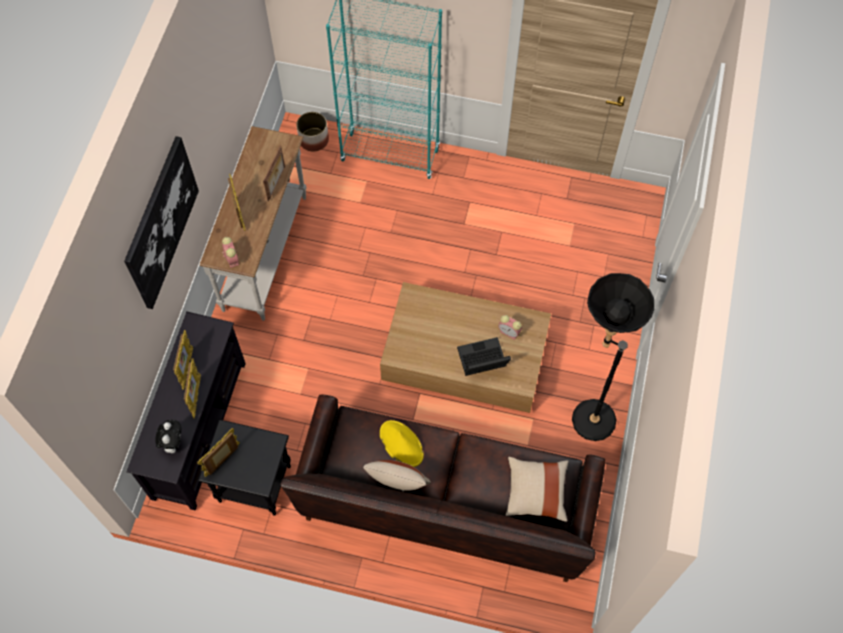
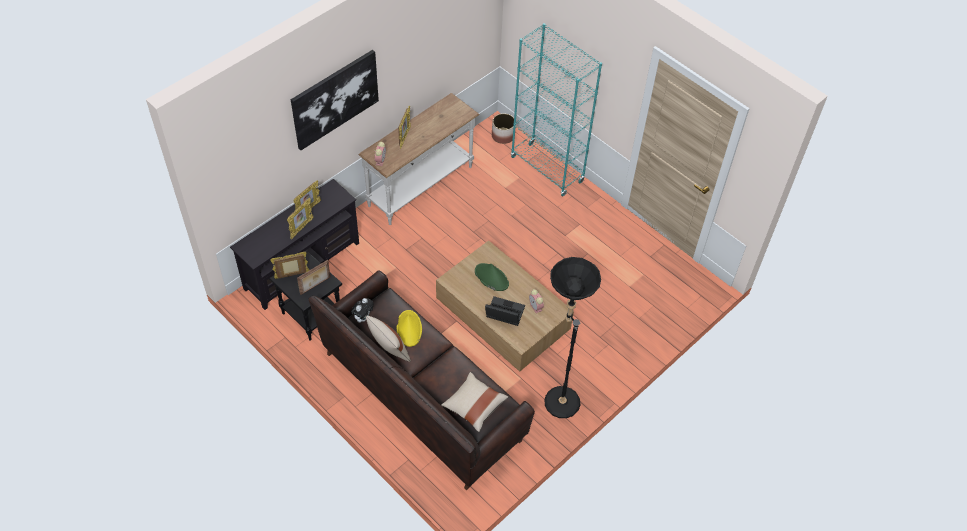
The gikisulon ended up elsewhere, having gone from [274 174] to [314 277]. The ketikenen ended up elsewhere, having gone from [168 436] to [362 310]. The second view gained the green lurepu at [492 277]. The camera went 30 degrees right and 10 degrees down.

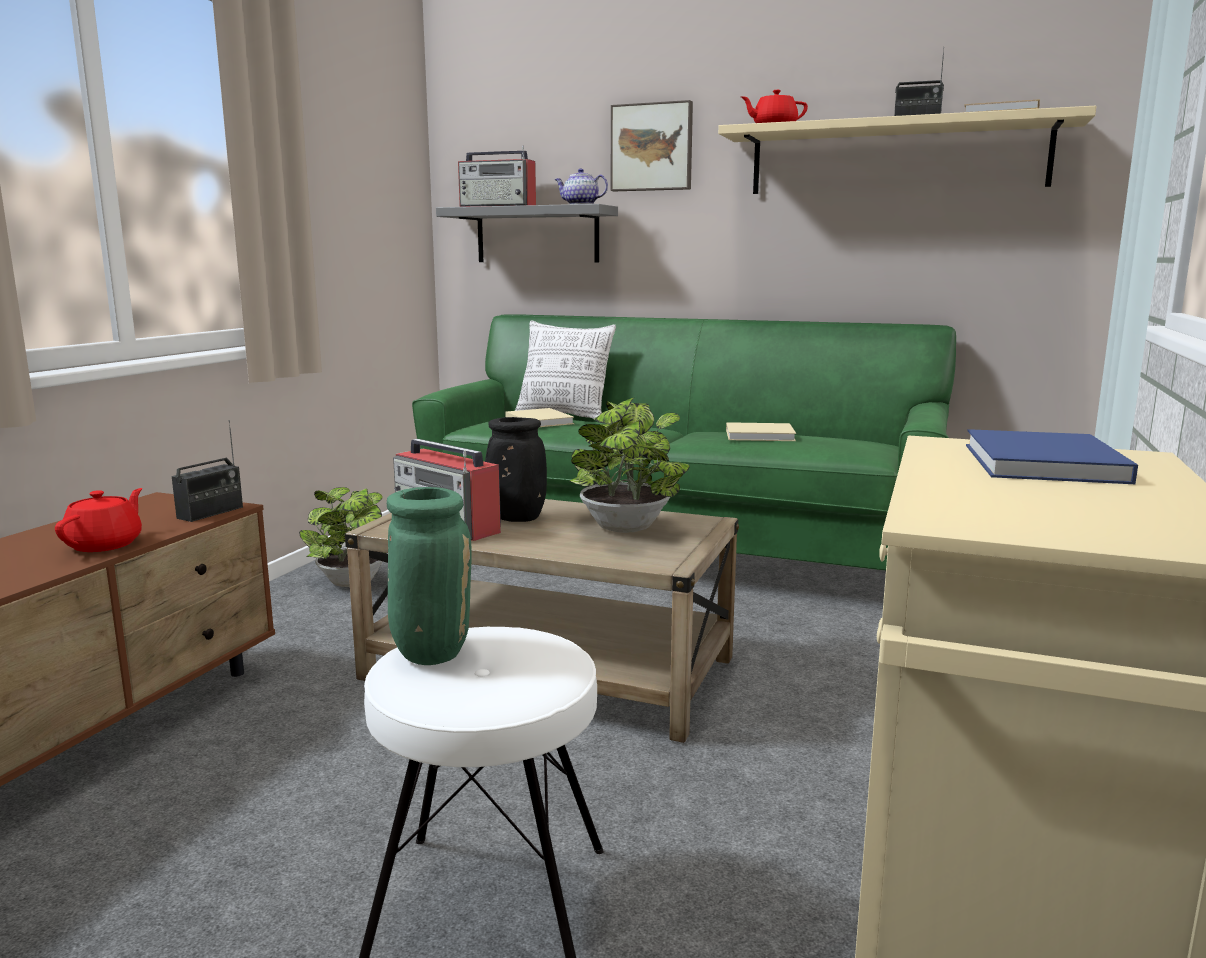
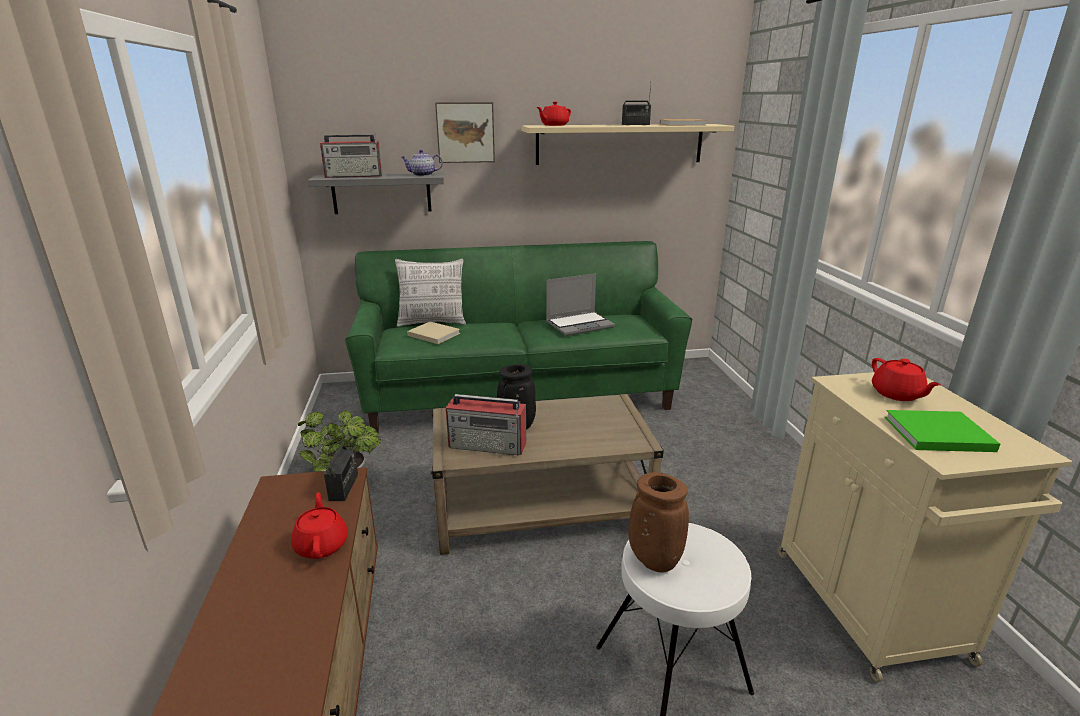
The second view lost the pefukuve at [629 465]. Where the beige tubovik stood at [761 431], the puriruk came to stand at [580 304]. Where the blue tubovik stood at [1052 456], the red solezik came to stand at [906 379]. What was the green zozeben at [429 576] turned into the brown zozeben at [658 522]. The second view gained the green tubovik at [942 431]. The camera went 30 degrees left and 10 degrees up.

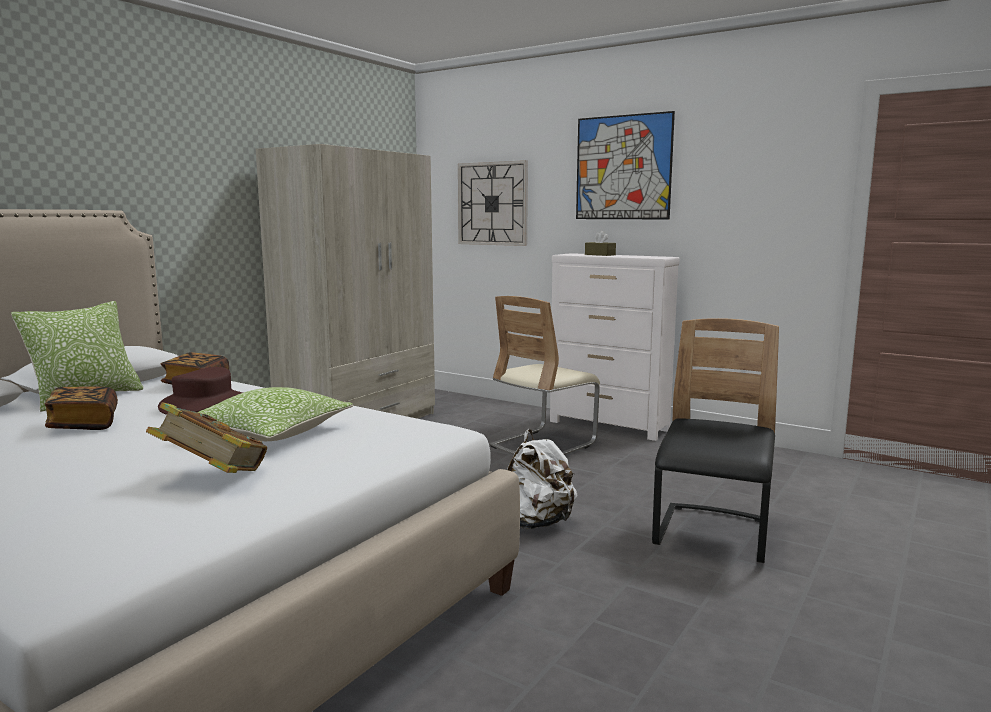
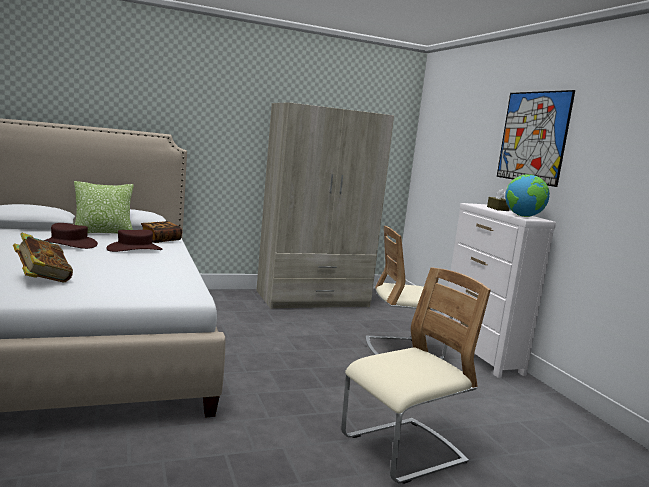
The second view lost the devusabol at [493 203]. What was the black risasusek at [715 440] turned into the beige risasusek at [416 376]. Where the tubovik stood at [81 408], the brown lurepu came to stand at [70 236]. The second view lost the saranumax at [275 414]. The second view lost the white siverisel at [542 479]. The second view gained the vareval at [527 195]. The camera went 35 degrees right and 0 degrees up.

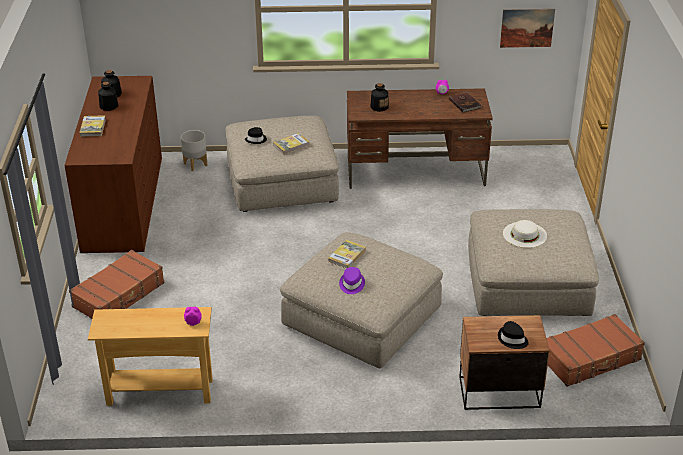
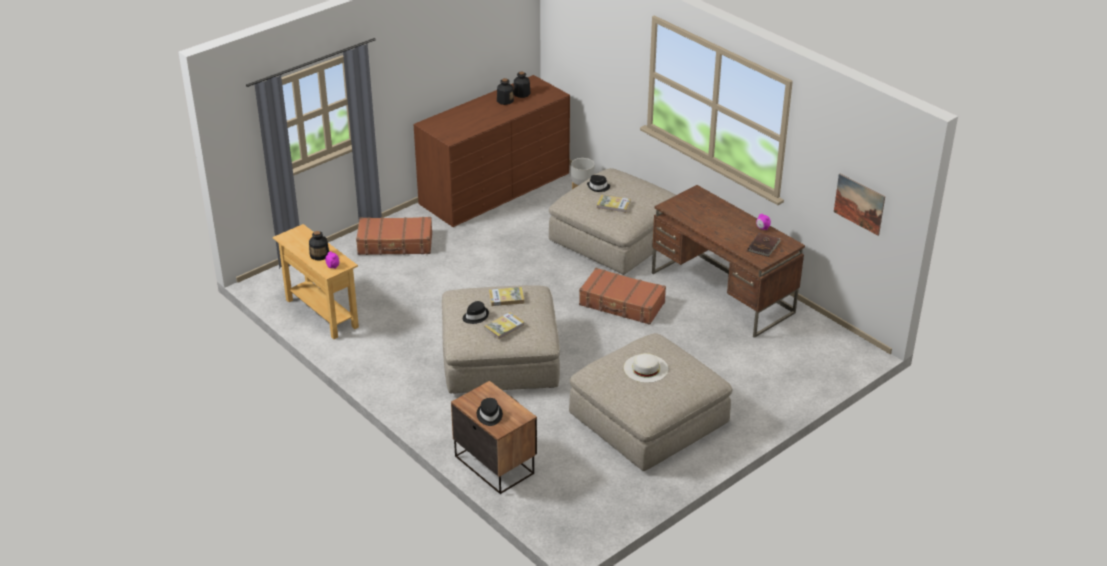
The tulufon ended up elsewhere, having gone from [379 97] to [319 245]. The tubovik ended up elsewhere, having gone from [92 126] to [504 326]. What was the purple lurepu at [352 280] turned into the black lurepu at [476 312]. The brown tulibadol ended up elsewhere, having gone from [596 350] to [622 296]. The camera went 50 degrees right and 0 degrees up.

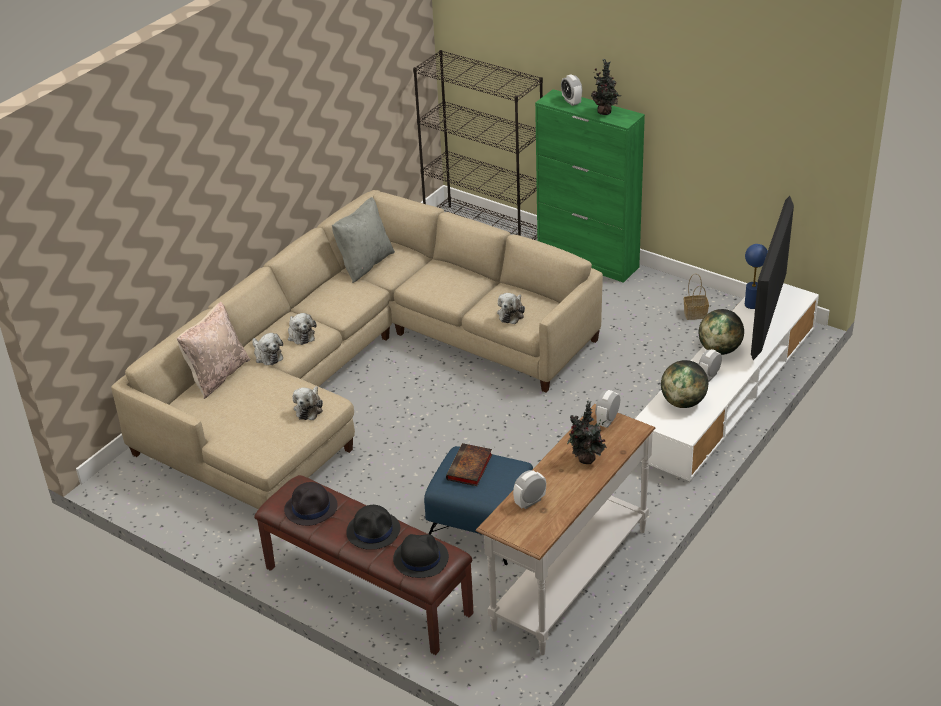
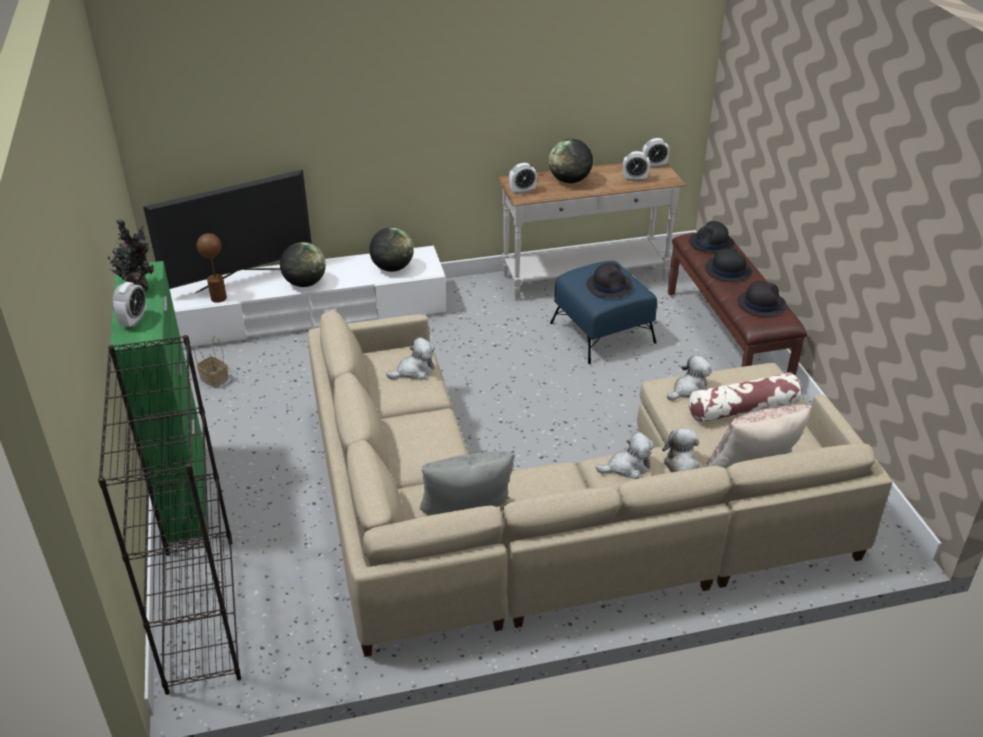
What was the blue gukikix at [756 276] turned into the brown gukikix at [211 268]. The ketikenen at [302 329] ended up facing another way, 60 degrees clockwise from before. The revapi ended up elsewhere, having gone from [710 365] to [656 153]. Where the pefukuve stood at [587 432], the vareval came to stand at [570 161]. Where the tubovik stood at [469 464], the black lurepu came to stand at [609 280]. The second view gained the saranumax at [745 397]. The camera went 140 degrees left and 0 degrees up.

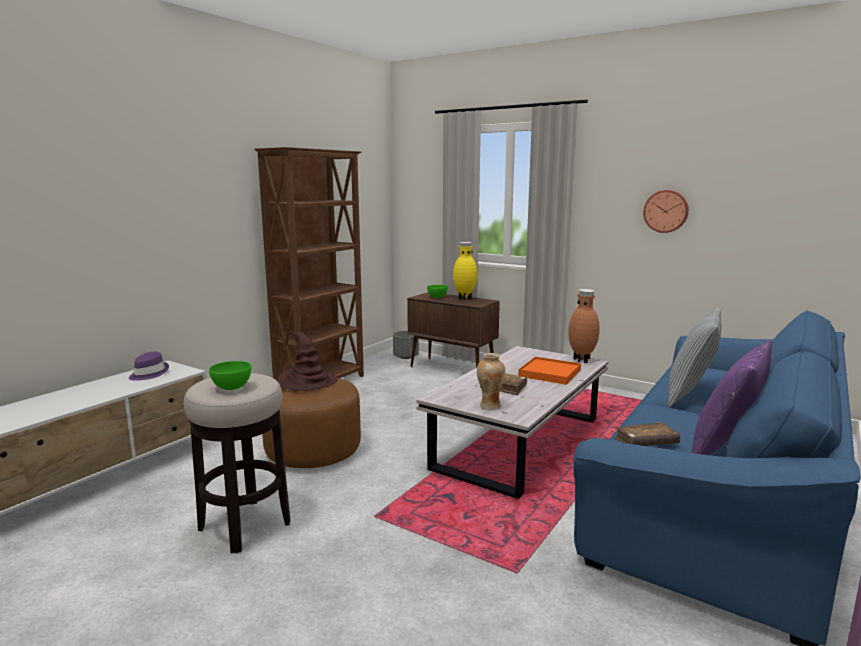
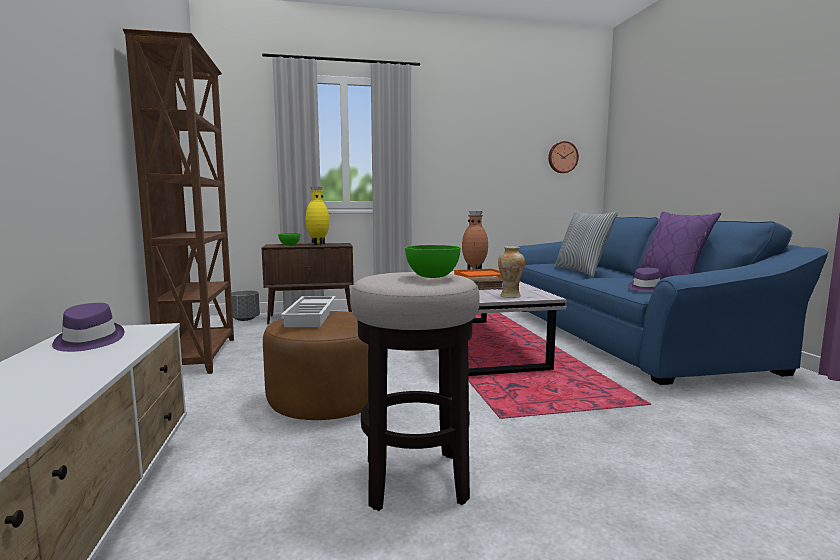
The devusabol ended up elsewhere, having gone from [666 211] to [563 157]. Where the brown lurepu stood at [307 361], the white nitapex came to stand at [308 311]. Where the brown tubovik stood at [647 434], the purple lurepu came to stand at [644 280]. The camera went 45 degrees left and 5 degrees down.

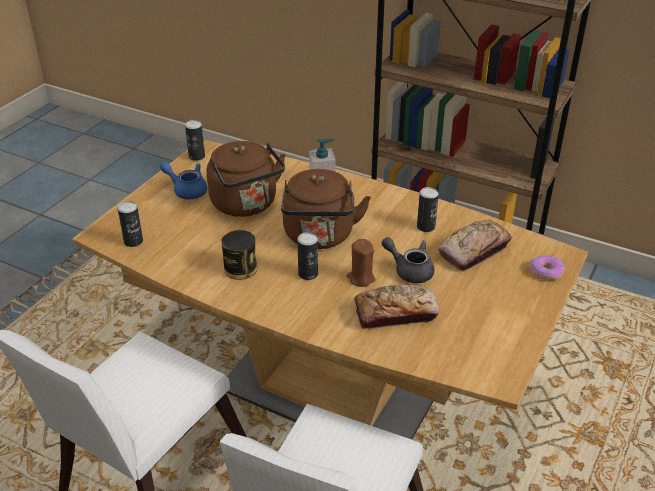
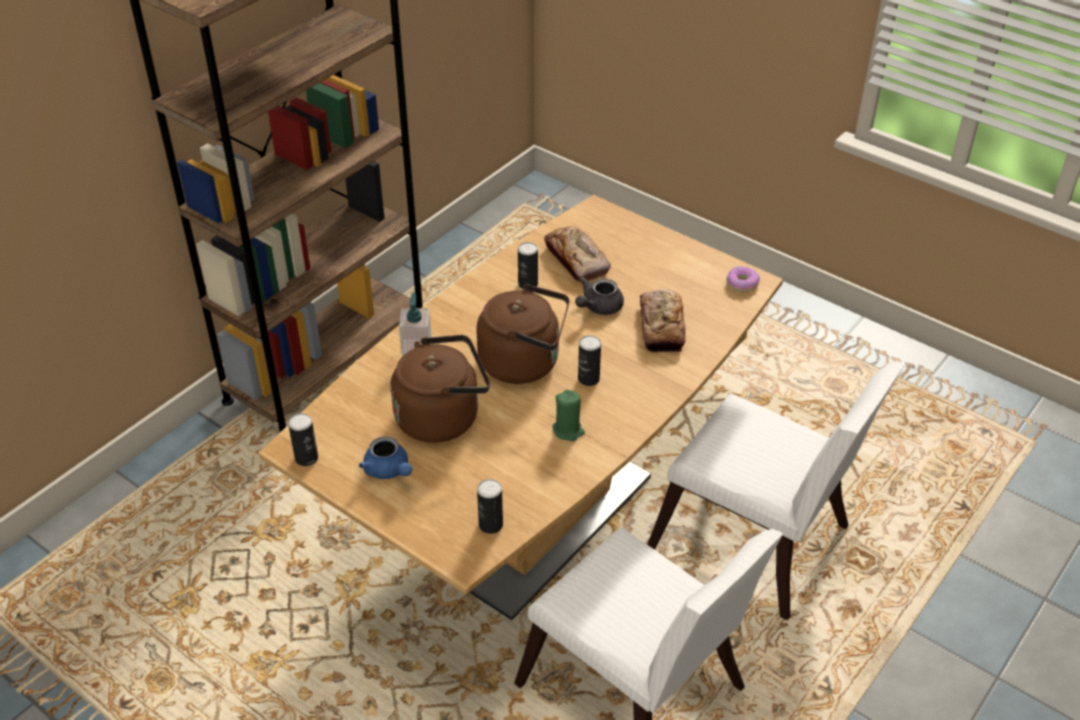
The blue solezik at [183 180] ended up facing another way, 75 degrees counterclockwise from before. Where the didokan stood at [239 255], the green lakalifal came to stand at [568 415]. The second view lost the brown lakalifal at [361 263]. The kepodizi ended up elsewhere, having gone from [547 267] to [743 279]. The camera went 80 degrees left and 5 degrees up.

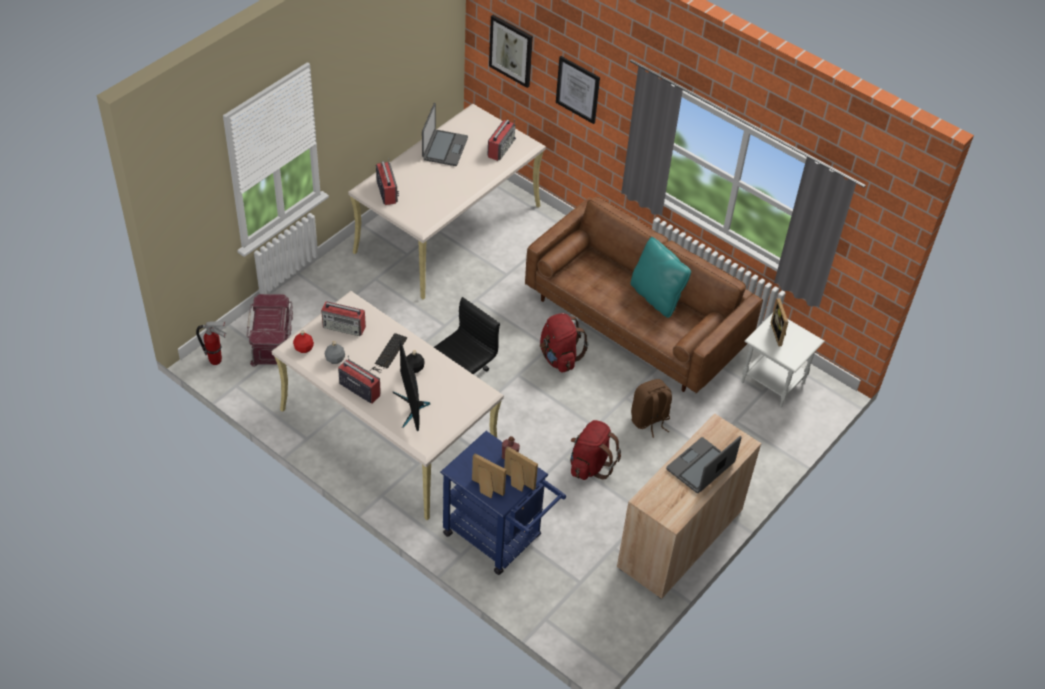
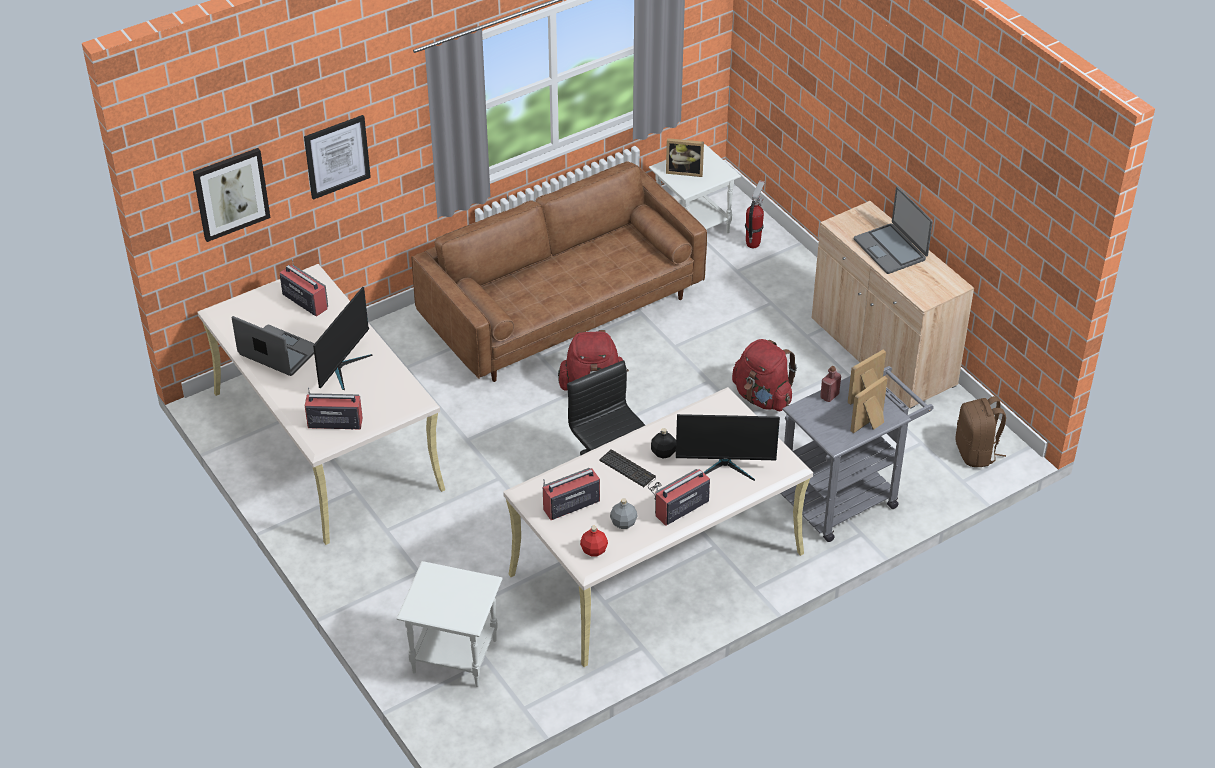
The second view lost the turquoise saranumax at [661 277]. Where the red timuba stood at [269 330], the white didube came to stand at [449 624]. The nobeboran at [343 319] ended up facing another way, 150 degrees counterclockwise from before. The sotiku ended up elsewhere, having gone from [211 343] to [755 214]. The brown siverisel ended up elsewhere, having gone from [651 408] to [980 431]. What was the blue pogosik at [503 503] turned into the grey pogosik at [857 454]. The second view gained the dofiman at [343 338]. The camera went 70 degrees left and 5 degrees down.

